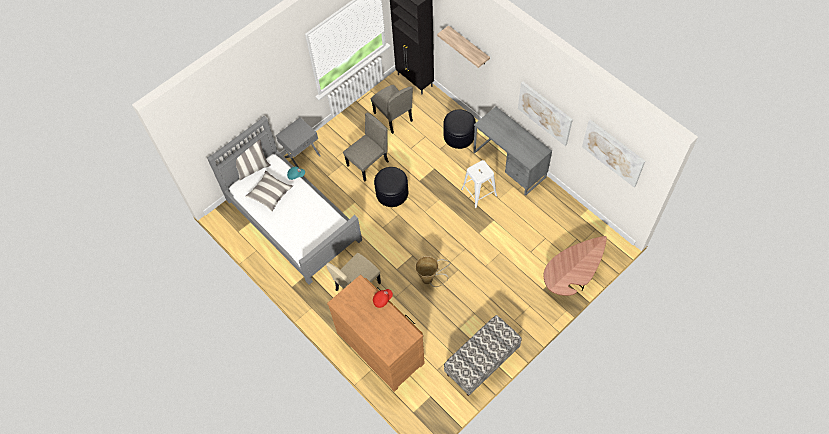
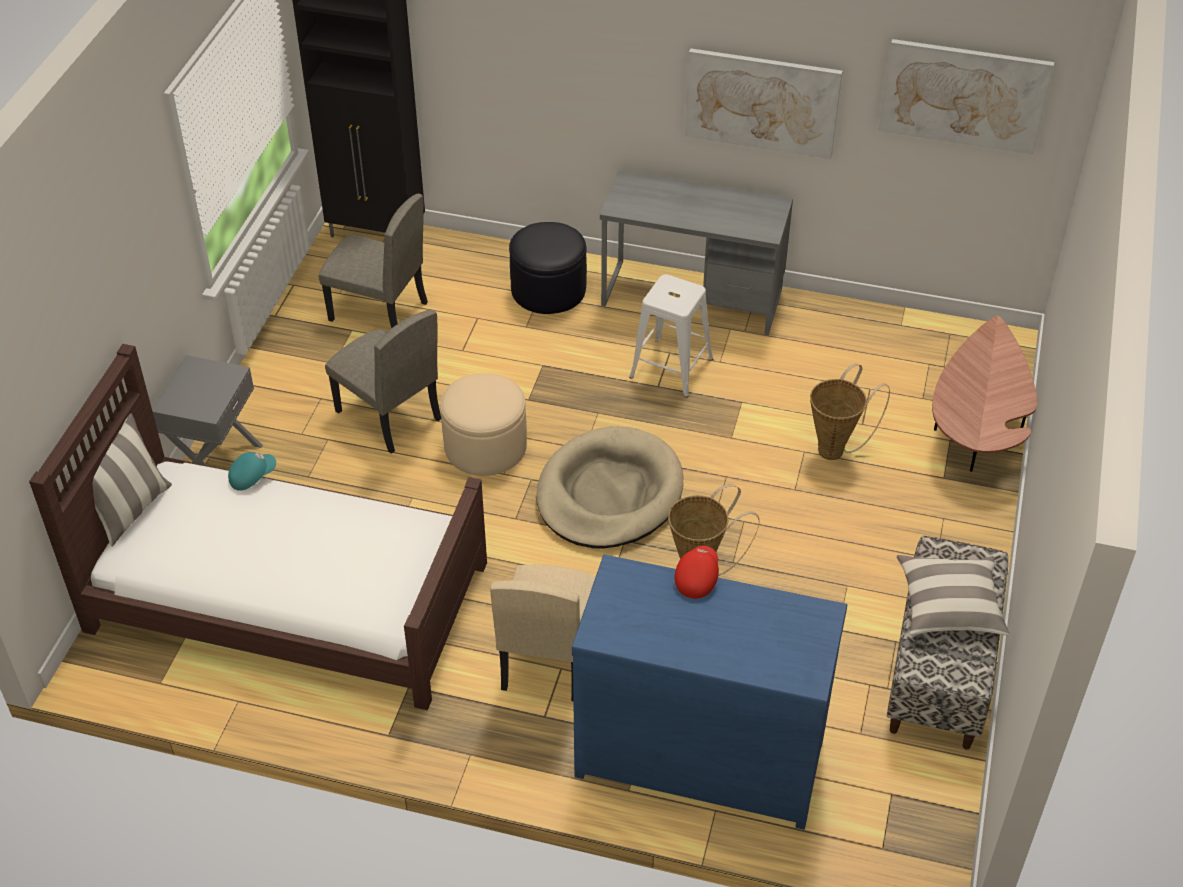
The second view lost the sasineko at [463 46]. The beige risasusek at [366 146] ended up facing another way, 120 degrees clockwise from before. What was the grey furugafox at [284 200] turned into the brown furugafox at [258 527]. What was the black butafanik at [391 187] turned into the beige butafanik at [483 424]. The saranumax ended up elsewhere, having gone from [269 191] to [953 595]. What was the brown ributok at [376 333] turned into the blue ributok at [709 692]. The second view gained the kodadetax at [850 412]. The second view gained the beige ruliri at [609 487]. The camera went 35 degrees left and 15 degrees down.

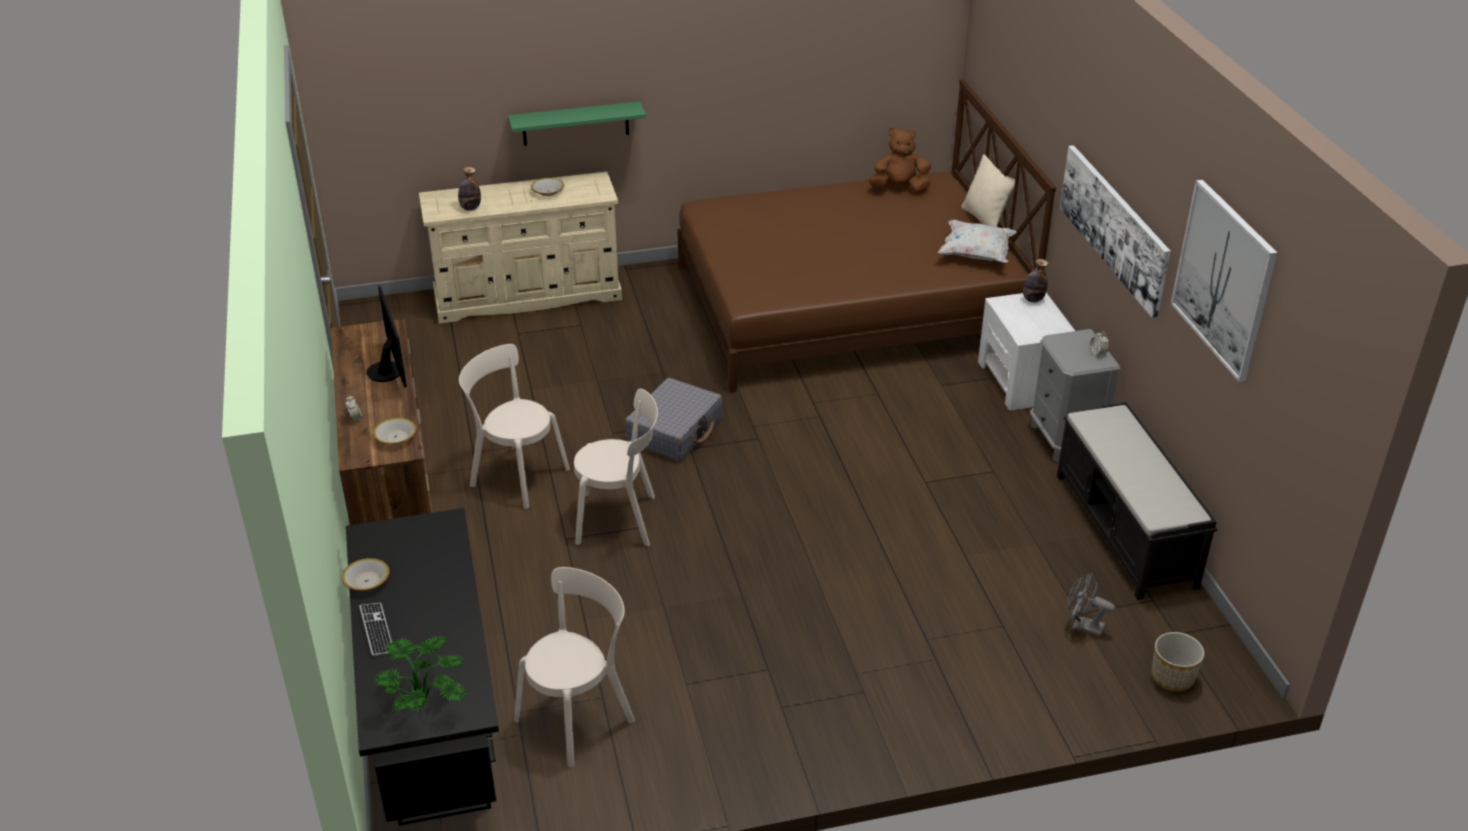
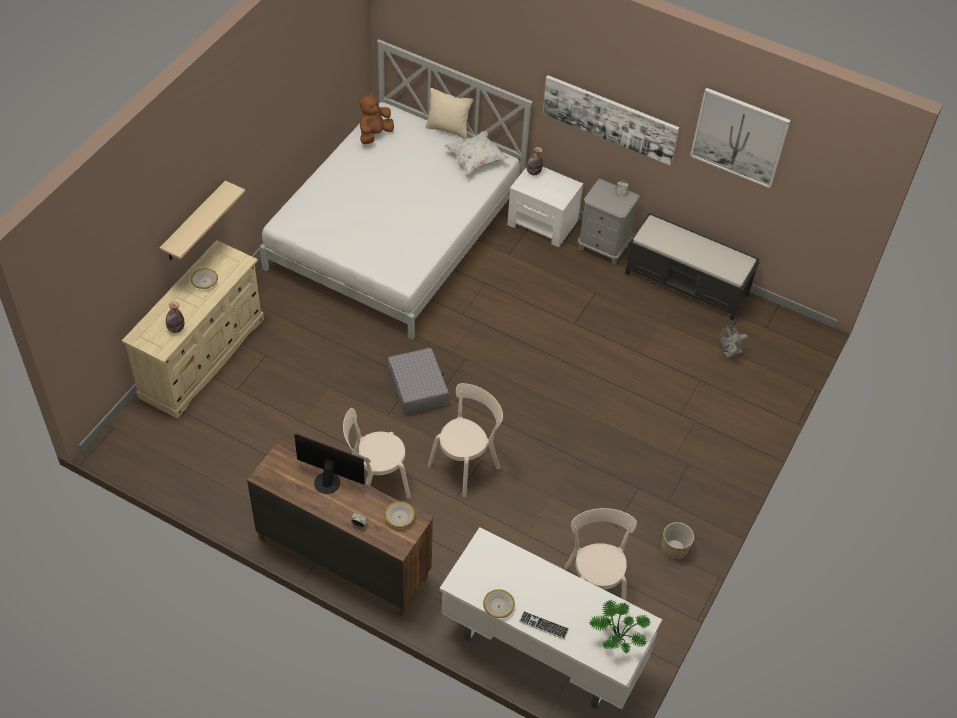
What was the brown furugafox at [867 236] turned into the white furugafox at [396 189]. What was the green sasineko at [577 123] turned into the beige sasineko at [202 220]. What was the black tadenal at [422 667] turned into the white tadenal at [551 618]. The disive ended up elsewhere, having gone from [1178 662] to [678 541]. The camera went 50 degrees left and 15 degrees up.

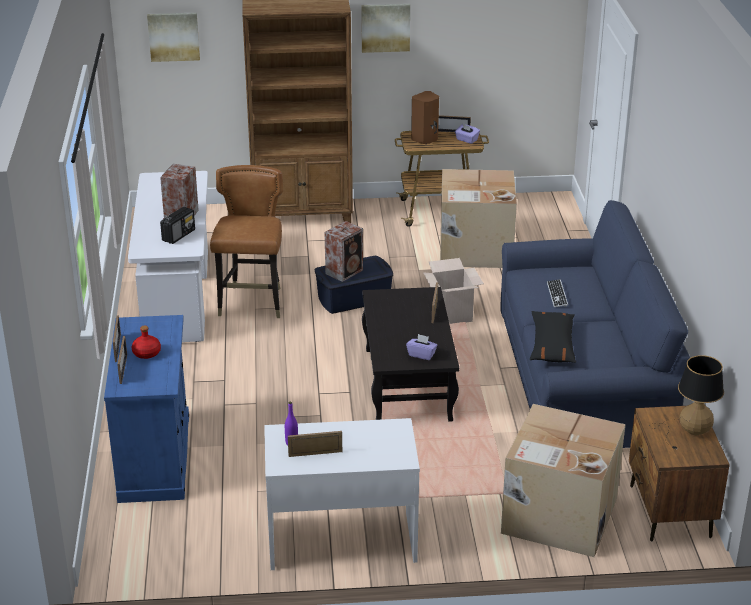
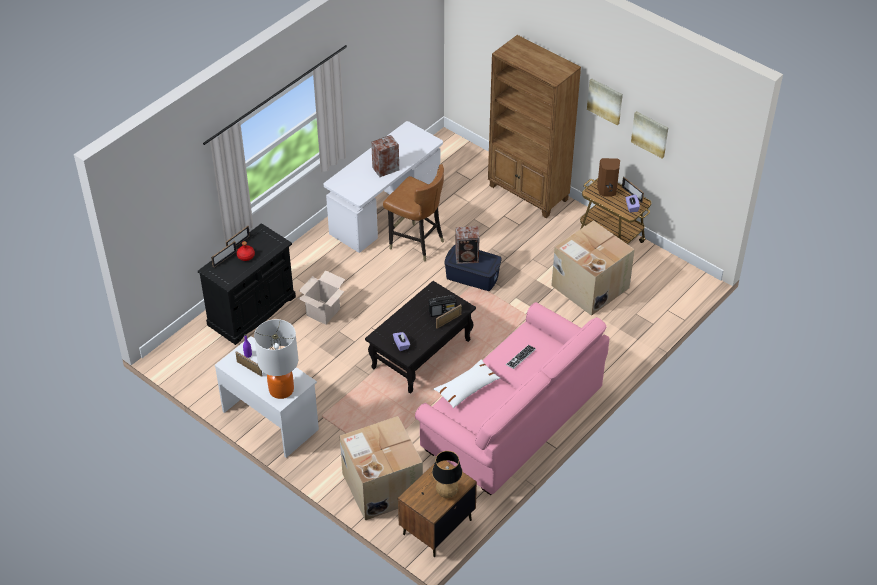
The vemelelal ended up elsewhere, having gone from [173 37] to [650 134]. The brown risasusek at [246 241] ended up facing another way, 75 degrees clockwise from before. What was the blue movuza at [595 324] turned into the pink movuza at [512 398]. The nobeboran ended up elsewhere, having gone from [177 225] to [443 306]. The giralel ended up elsewhere, having gone from [453 291] to [321 297]. What was the black saranumax at [553 337] turned into the white saranumax at [466 383]. What was the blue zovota at [146 409] turned into the black zovota at [247 284]. The second view gained the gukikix at [276 359]. The camera went 45 degrees right and 15 degrees up.

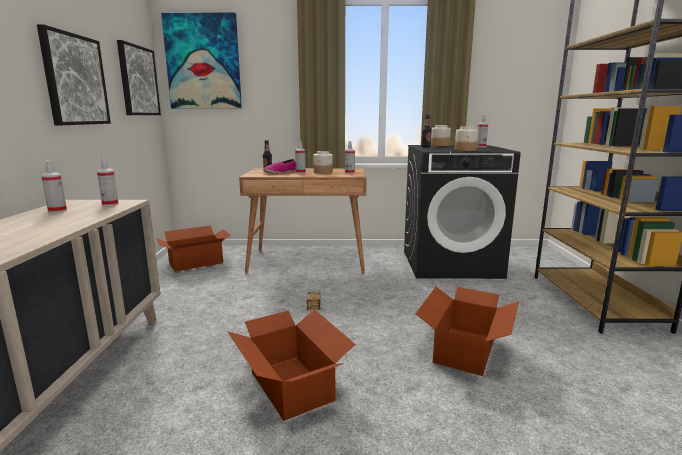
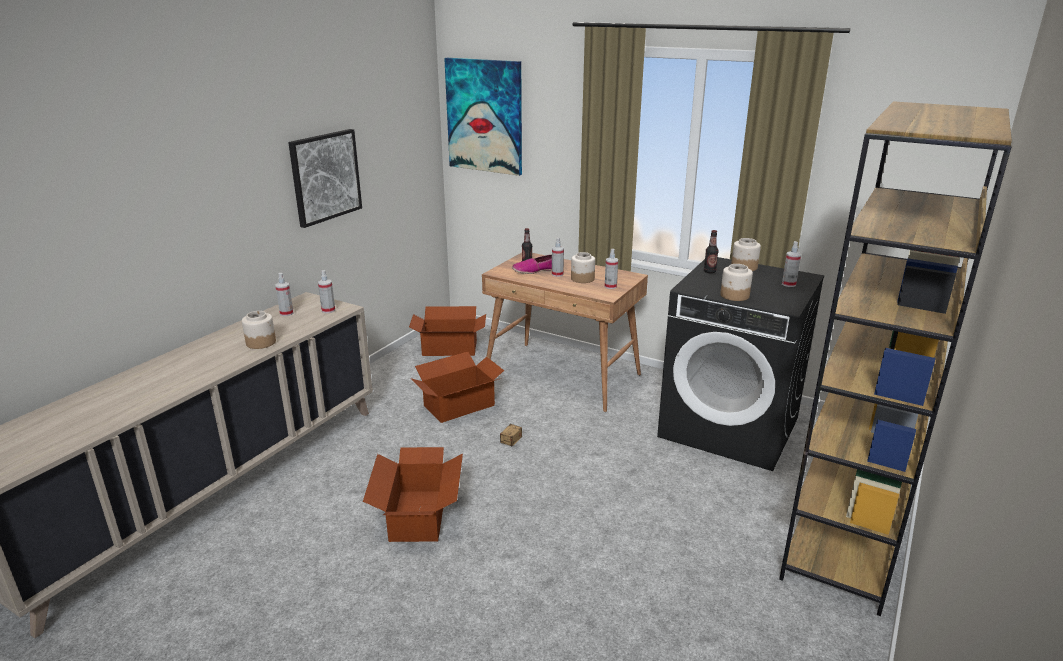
The second view lost the vemelelal at [139 77]. The giralel ended up elsewhere, having gone from [467 331] to [457 387]. The second view gained the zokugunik at [259 330]. The camera went 30 degrees right and 10 degrees up.

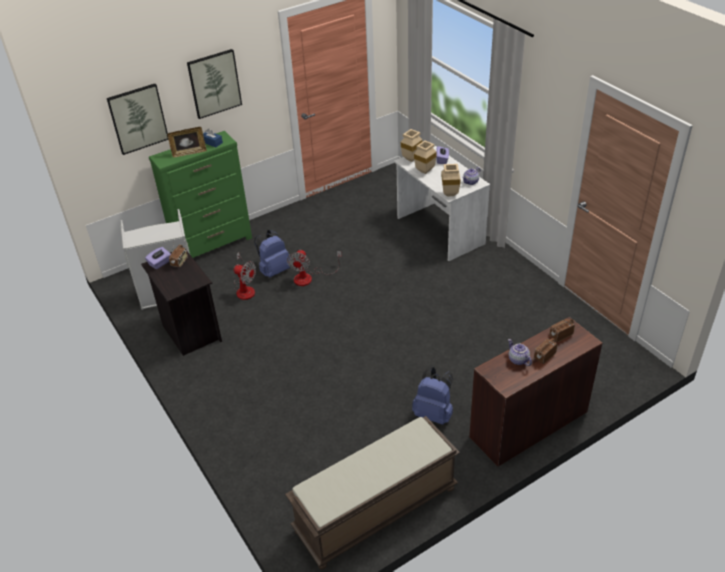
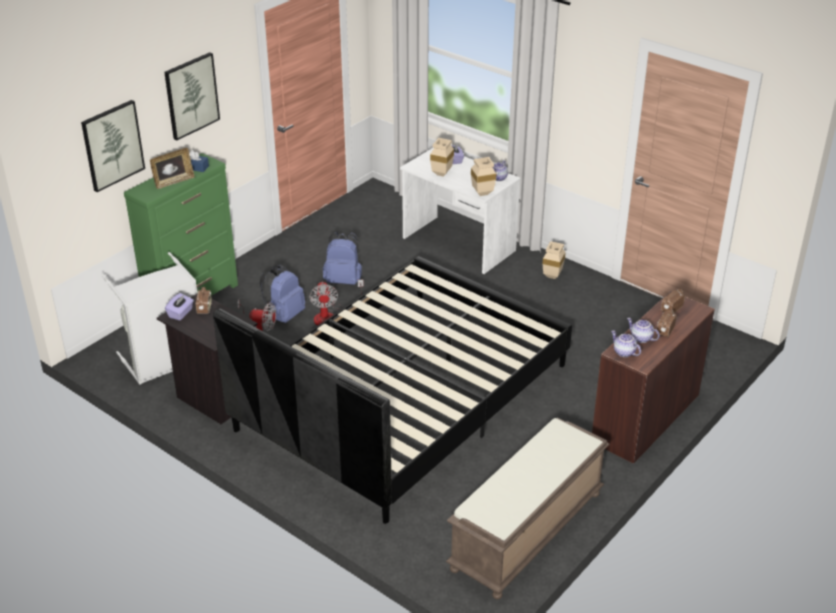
The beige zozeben ended up elsewhere, having gone from [412 145] to [554 260]. The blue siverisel ended up elsewhere, having gone from [433 396] to [342 258]. The second view gained the black furugafox at [392 390]. The second view gained the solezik at [626 343]. The camera went 20 degrees left and 5 degrees down.

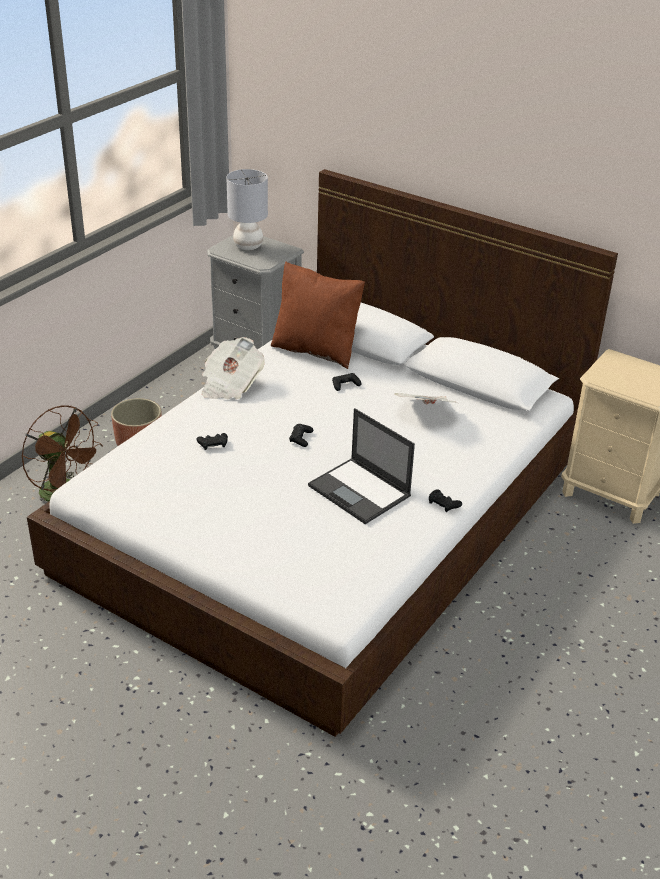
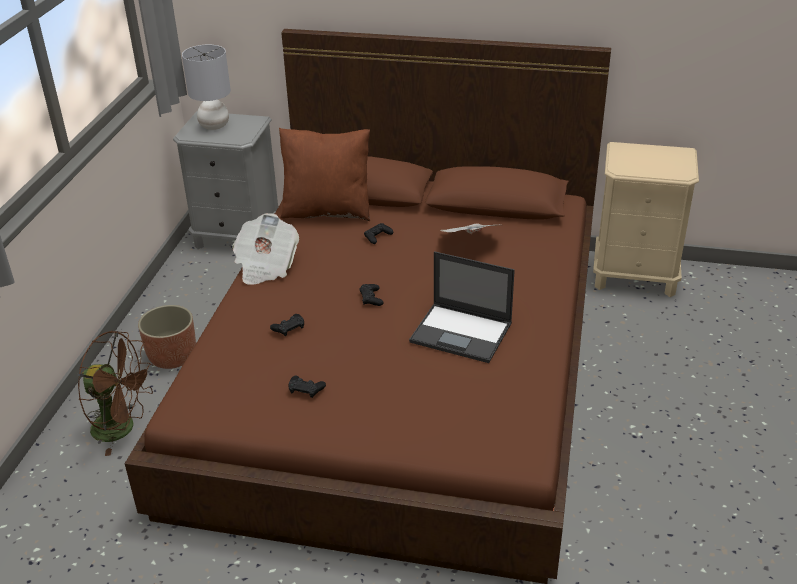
What was the white furugafox at [322 453] turned into the brown furugafox at [368 306]. The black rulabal ended up elsewhere, having gone from [445 500] to [307 387]. The camera went 20 degrees left and 0 degrees up.

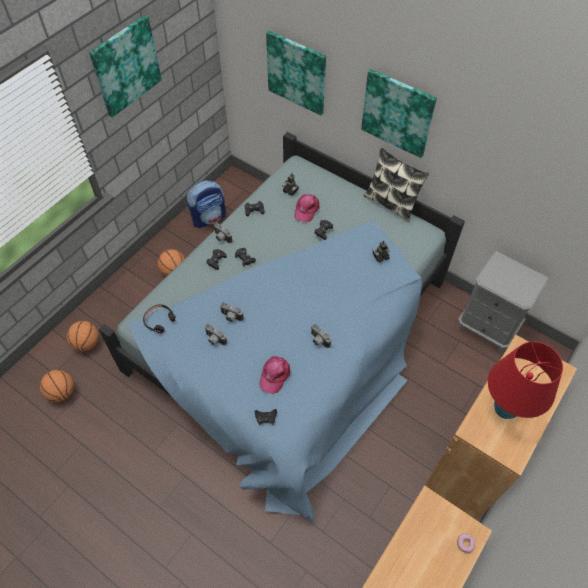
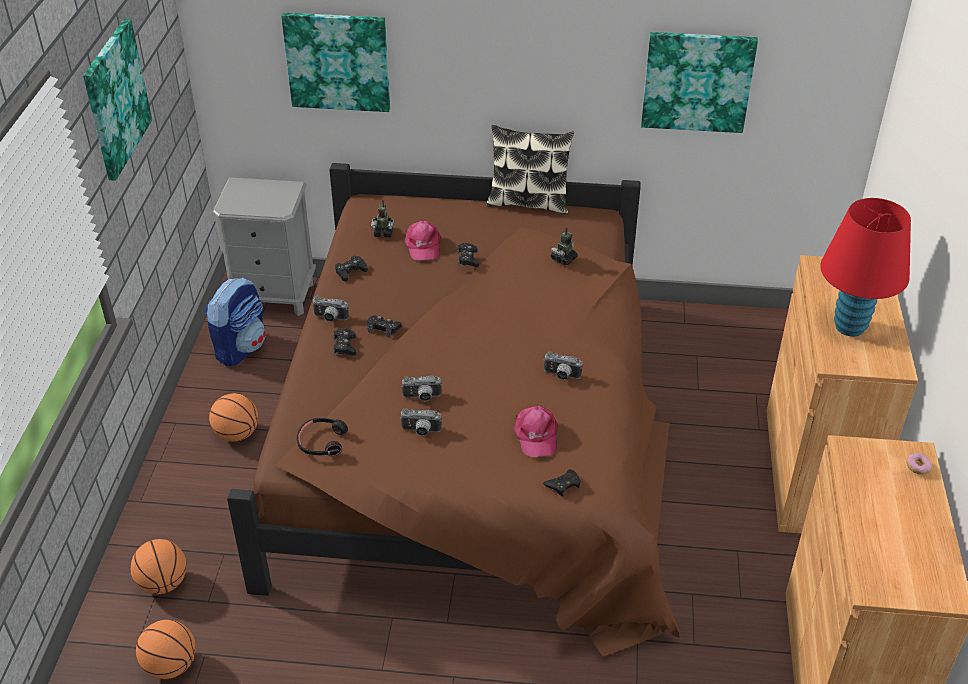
The vemelelal ended up elsewhere, having gone from [399 113] to [699 82]. What was the blue furugafox at [282 327] turned into the brown furugafox at [453 410]. The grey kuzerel ended up elsewhere, having gone from [503 302] to [264 246]. The camera went 30 degrees left and 15 degrees down.

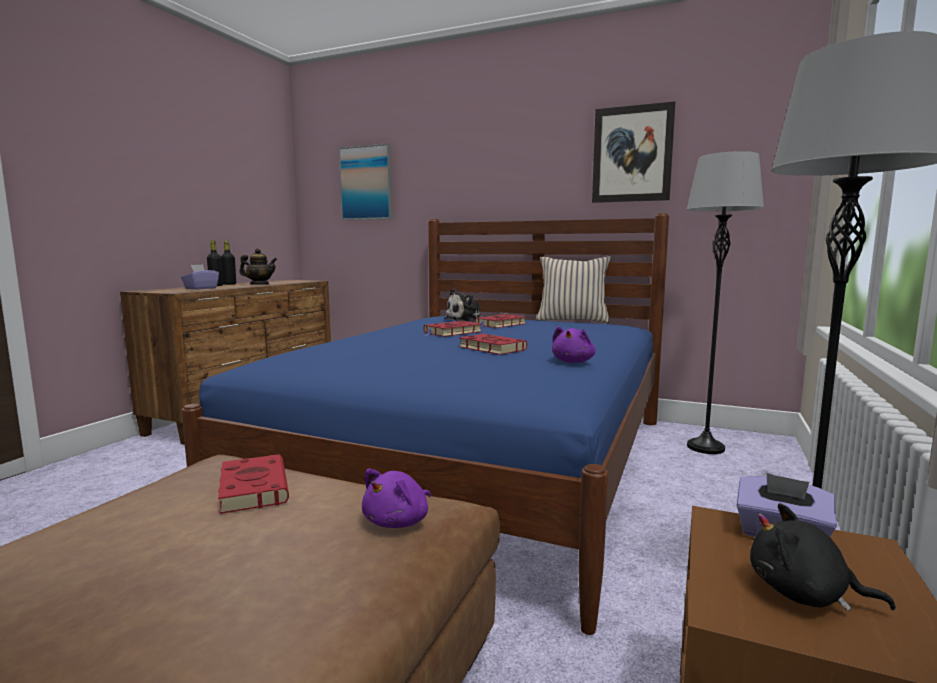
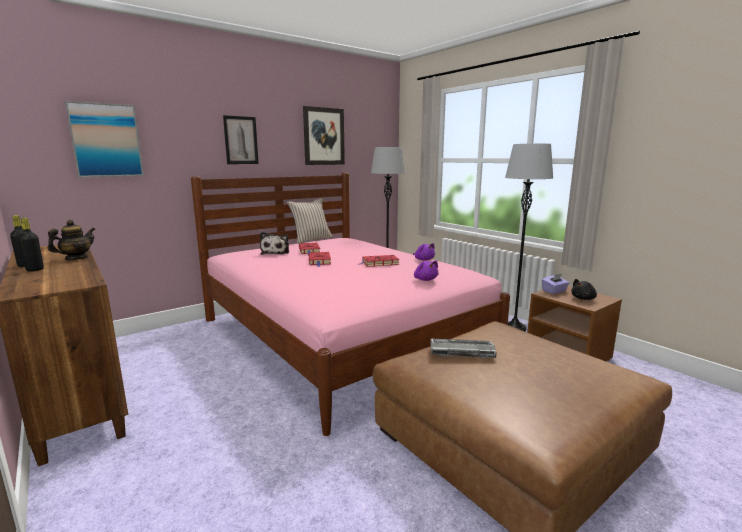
What was the blue furugafox at [425 424] turned into the pink furugafox at [350 304]. The second view lost the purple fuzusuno at [200 276]. Where the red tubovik stood at [253 484], the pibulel came to stand at [463 349]. The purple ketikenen ended up elsewhere, having gone from [396 498] to [426 271]. The second view gained the vemelelal at [241 139]. The camera went 60 degrees left and 5 degrees up.

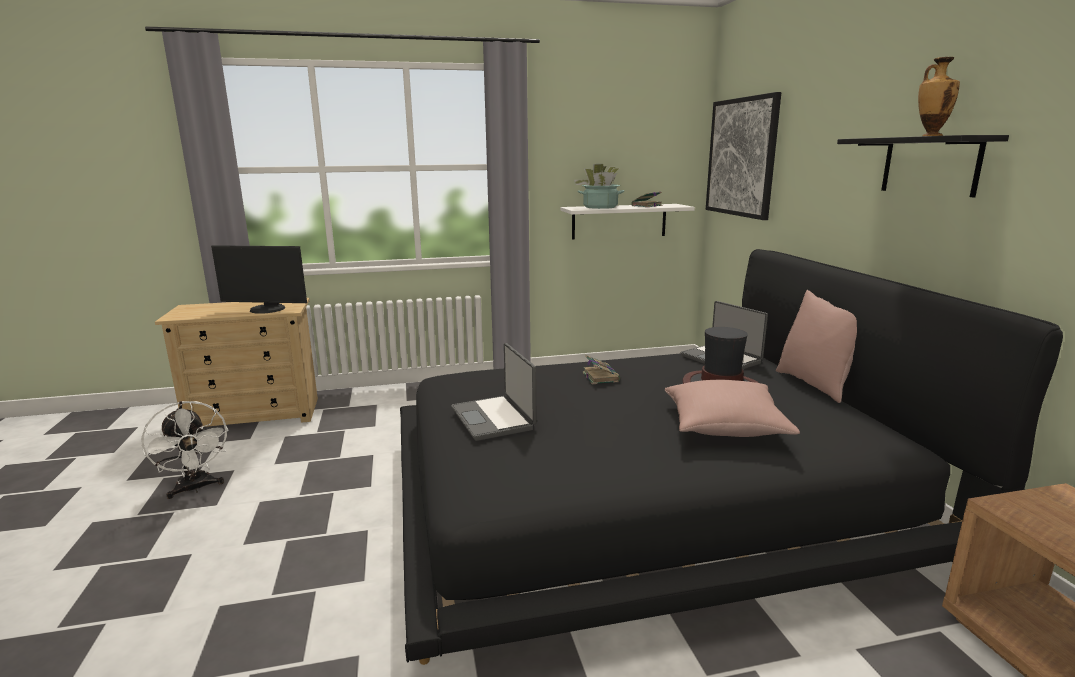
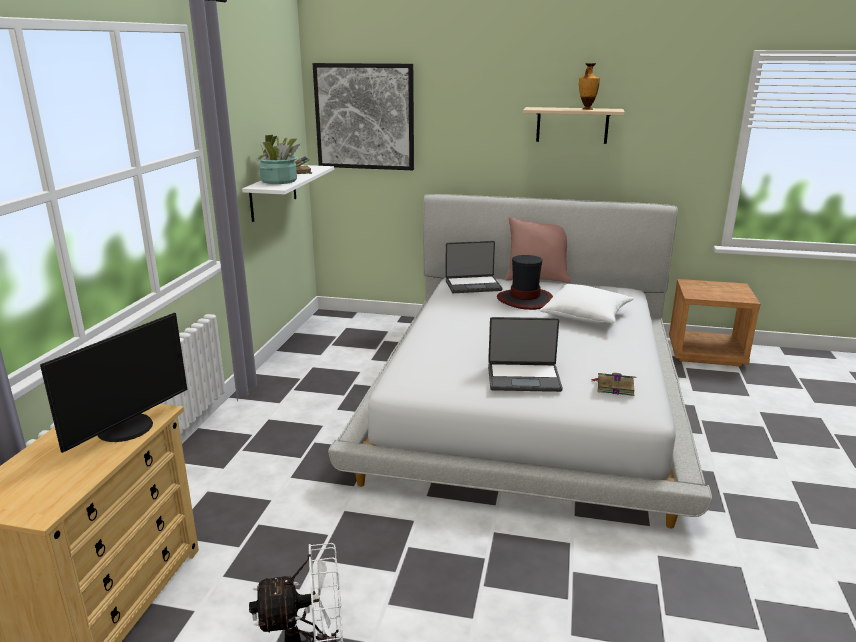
What was the black sasineko at [923 166] turned into the beige sasineko at [574 125]. What was the black furugafox at [731 457] turned into the white furugafox at [520 361]. The tubovik ended up elsewhere, having gone from [601 369] to [614 384]. What was the pink saranumax at [732 408] turned into the white saranumax at [587 303]. The camera went 65 degrees left and 5 degrees up.

